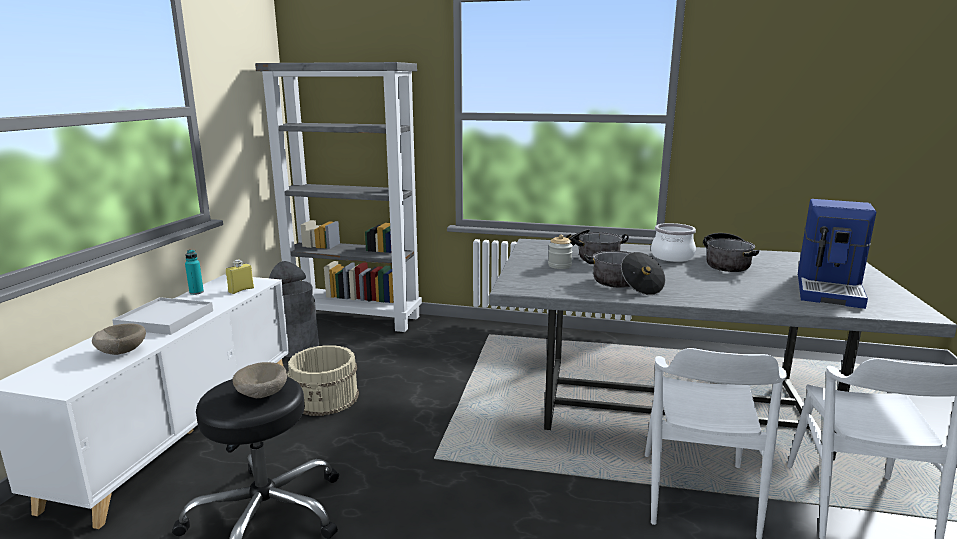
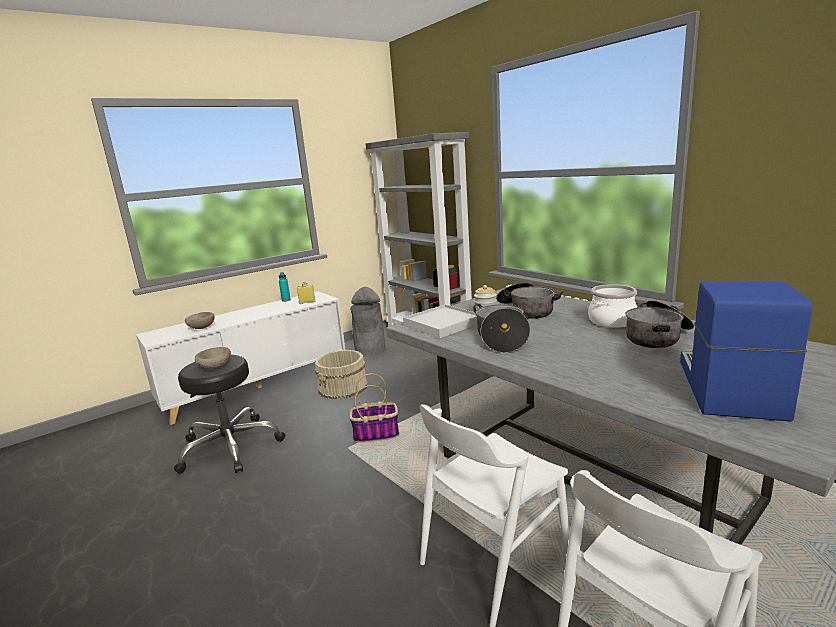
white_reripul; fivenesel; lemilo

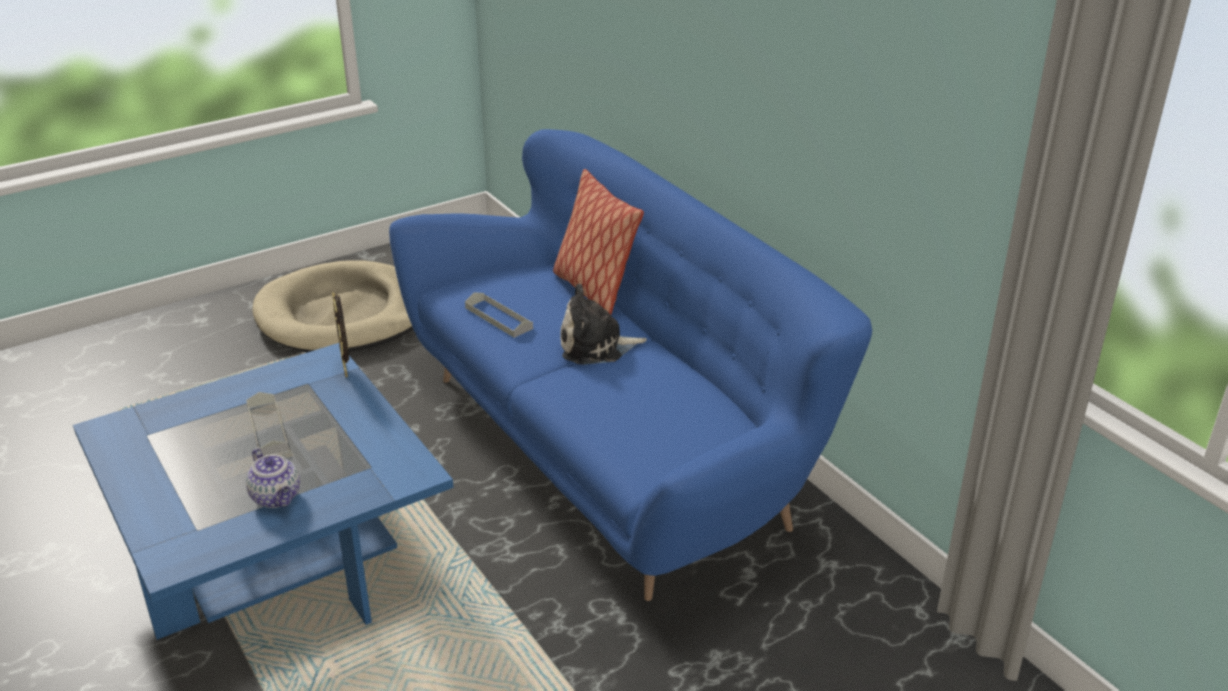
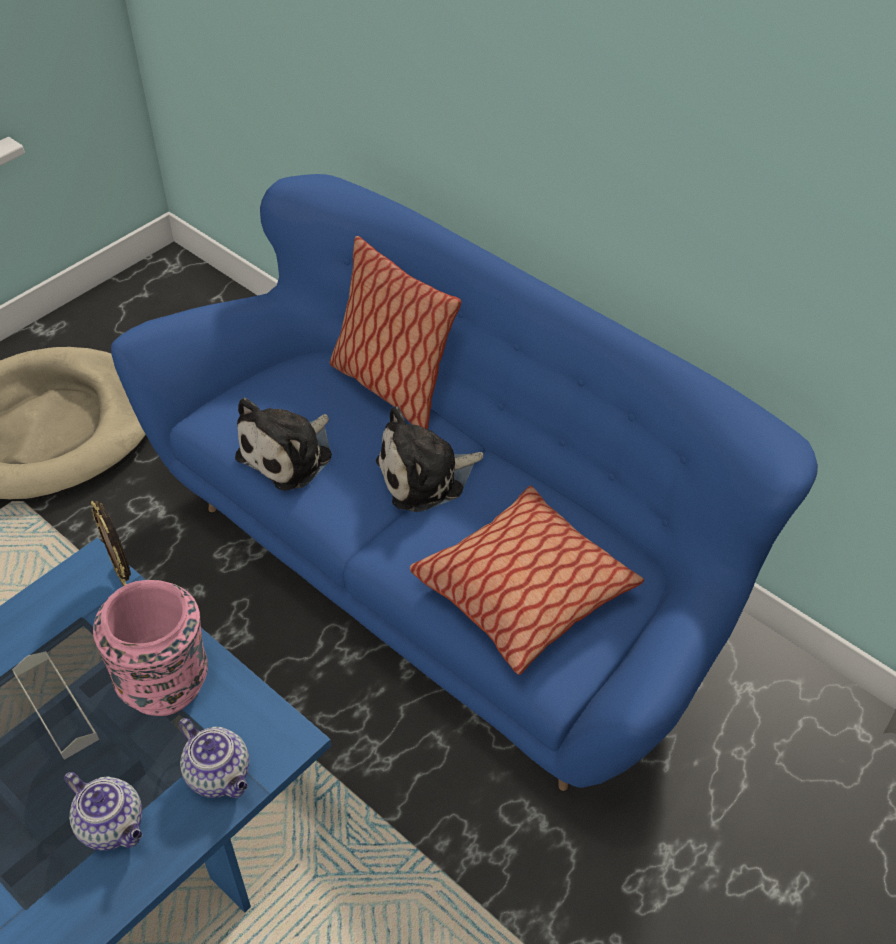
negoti (1st from left); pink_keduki; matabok (2nd from left); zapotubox (2nd from left)

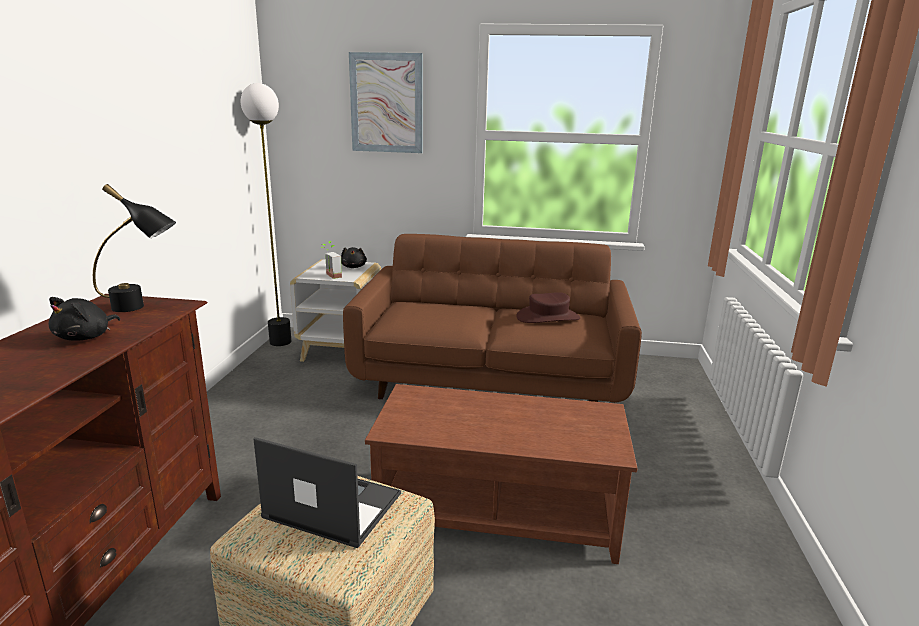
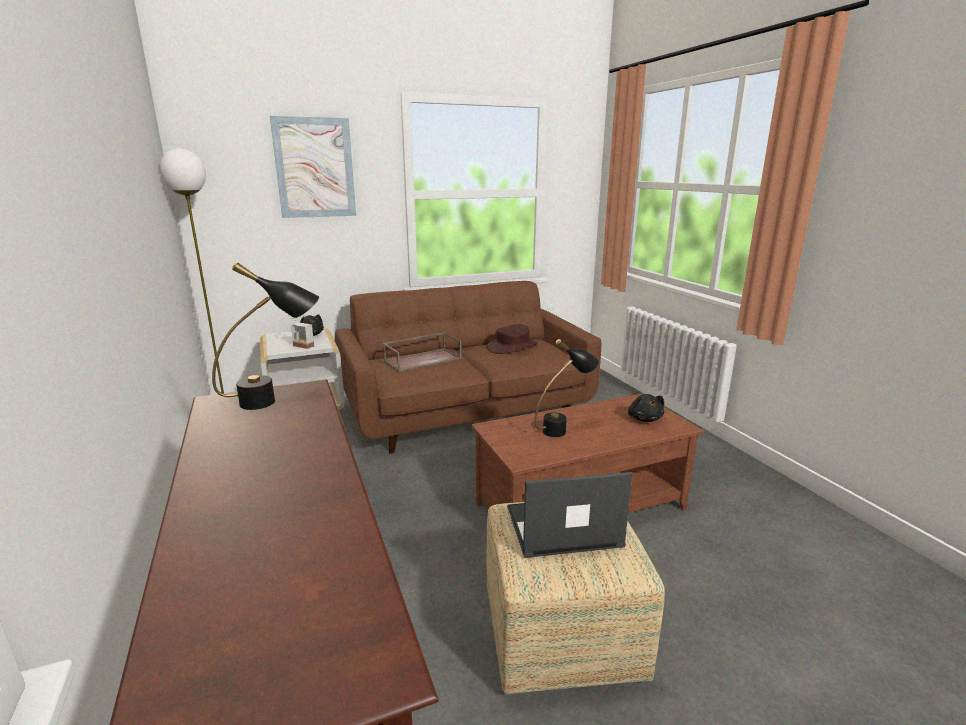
black_negoti (2nd from left); brown_reripul; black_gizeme (2nd from left)

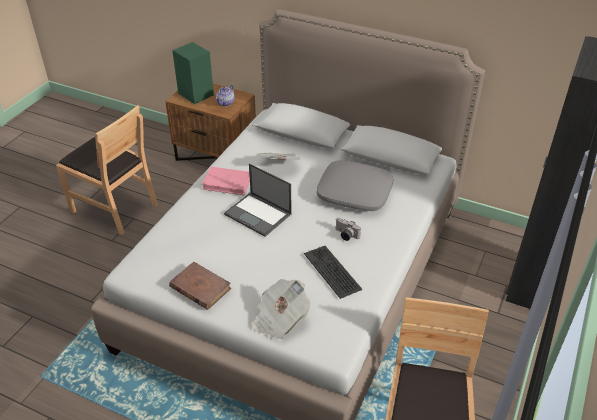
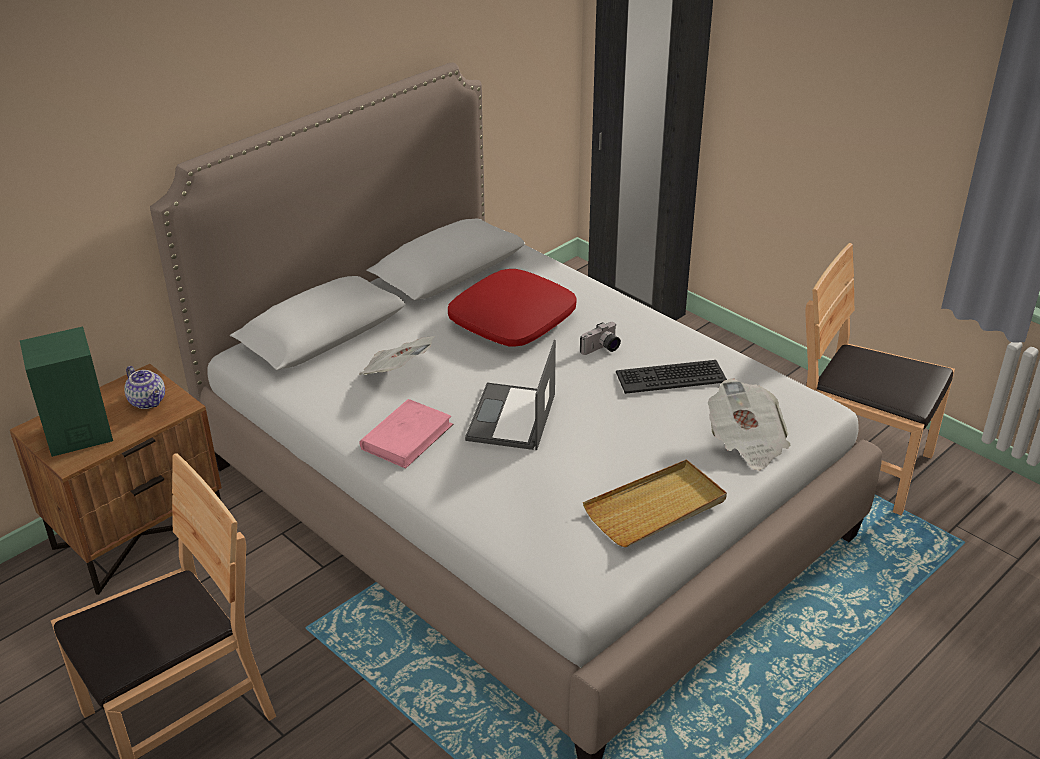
beige_reripul; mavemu; red_zapotubox

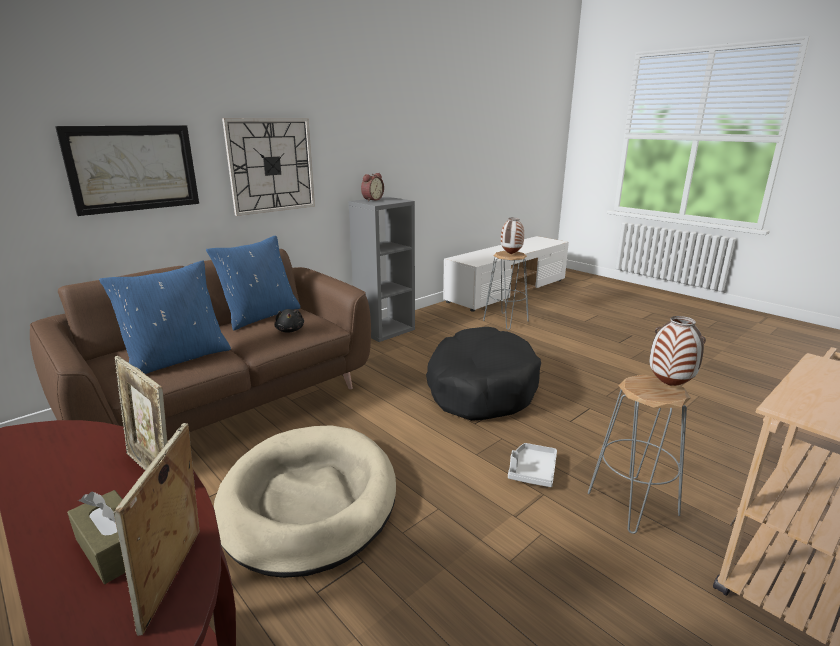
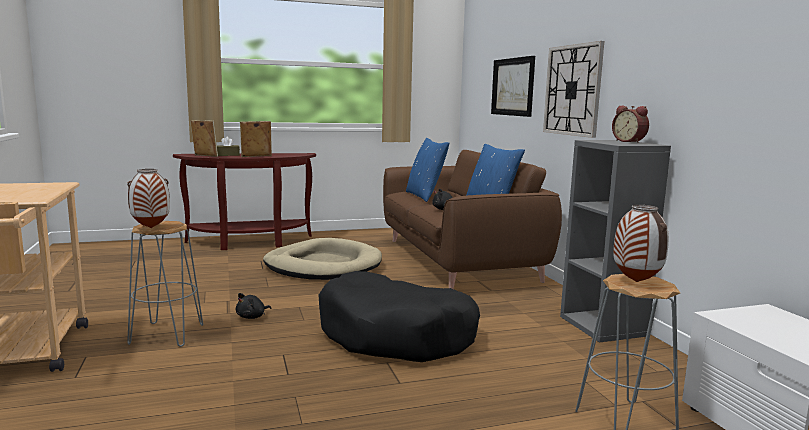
black_negoti (1st from left)

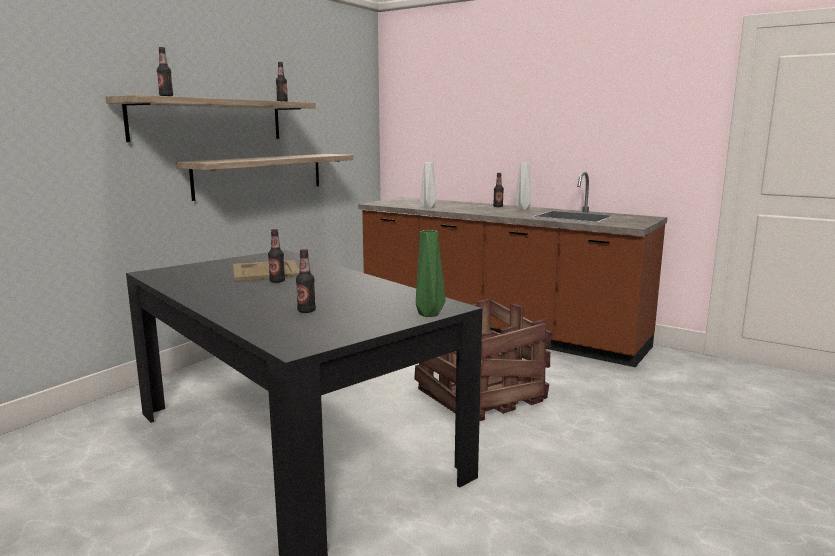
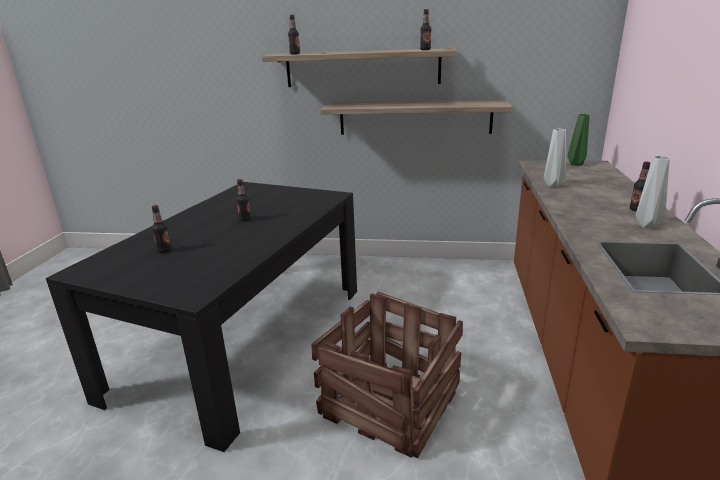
beige_reripul; green_keduki

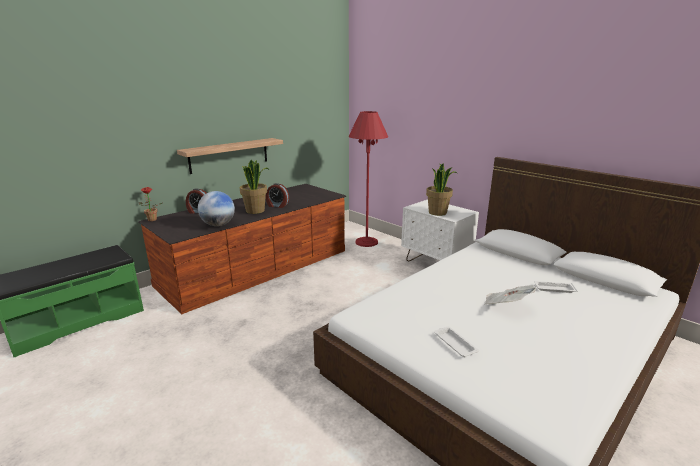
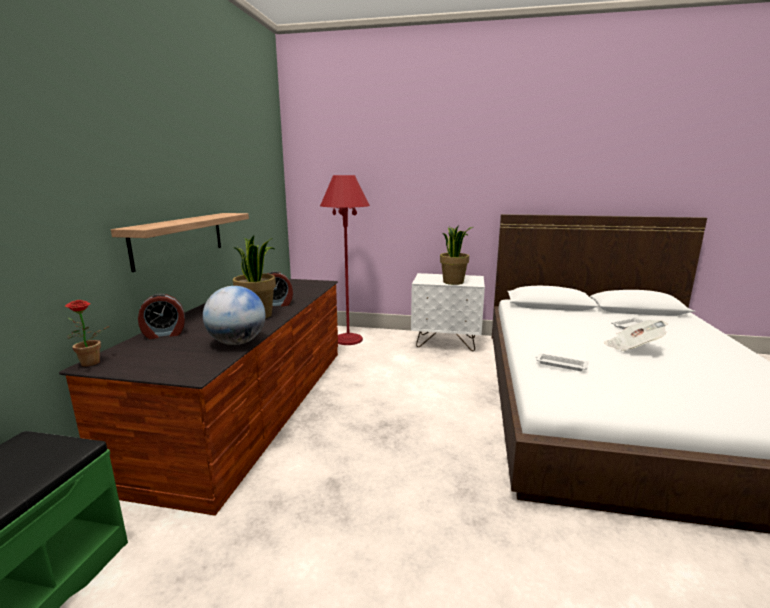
white_reripul (1st from left)

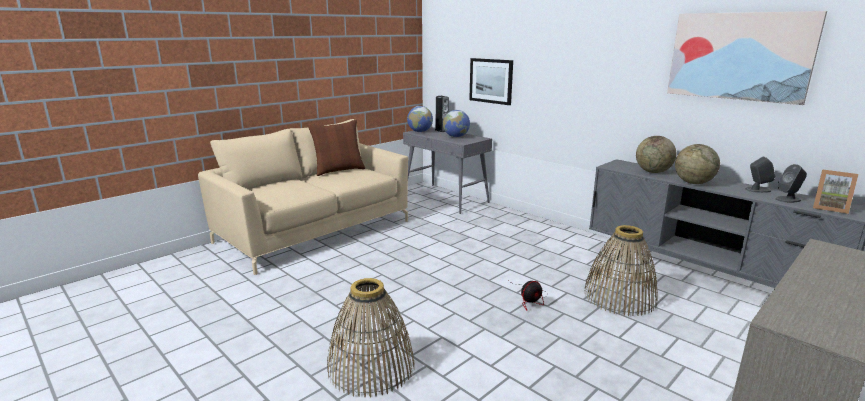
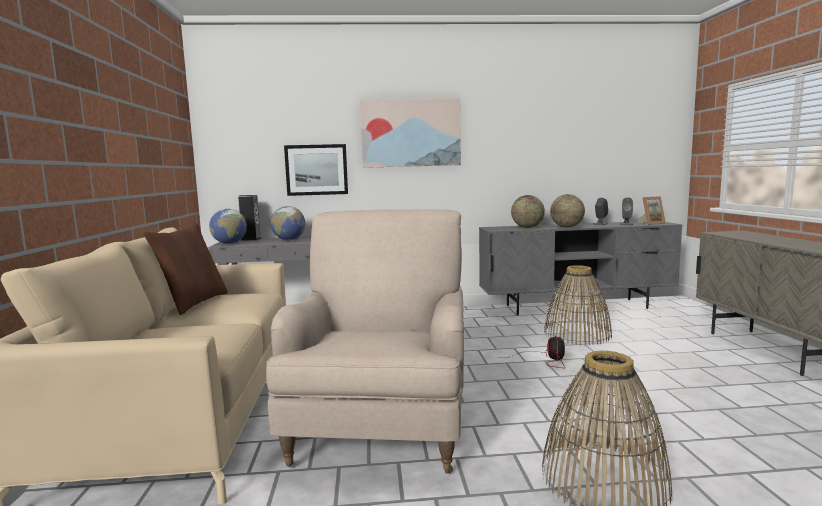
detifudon (2nd from left); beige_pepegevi

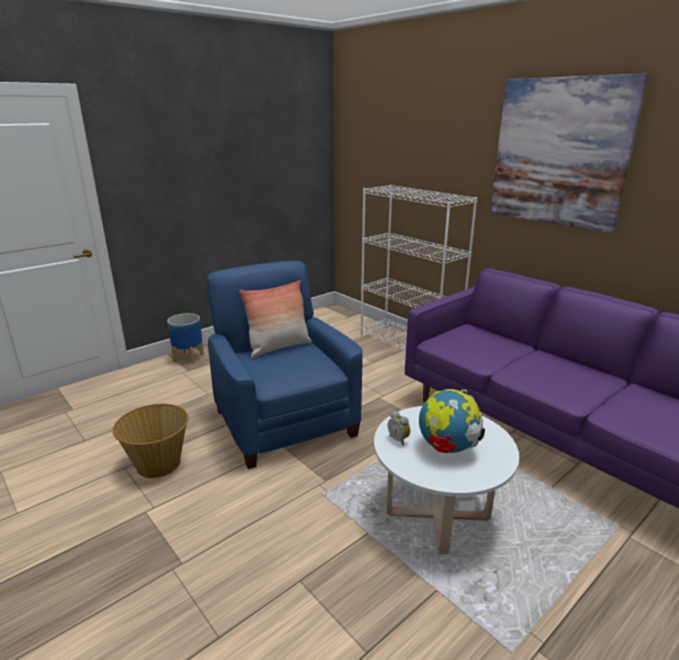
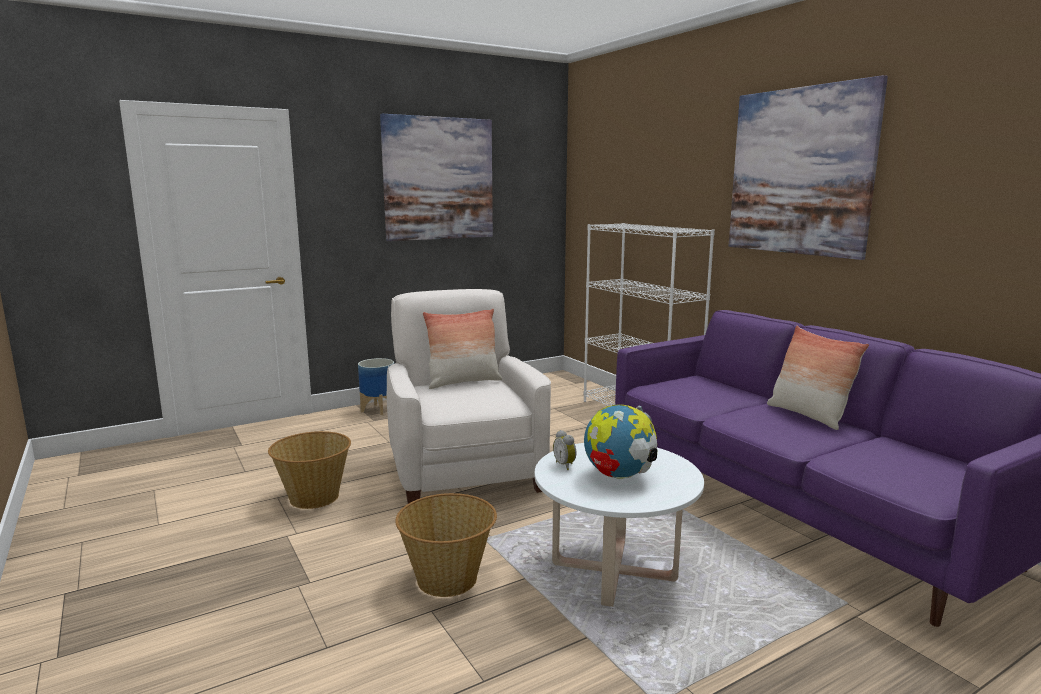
white_pepegevi; detifudon (1st from left); lemilo (2nd from left); zapotubox (2nd from left)

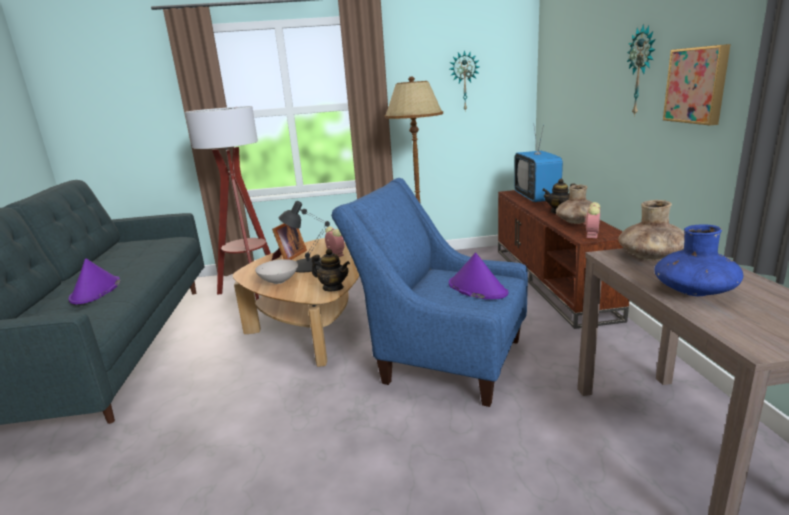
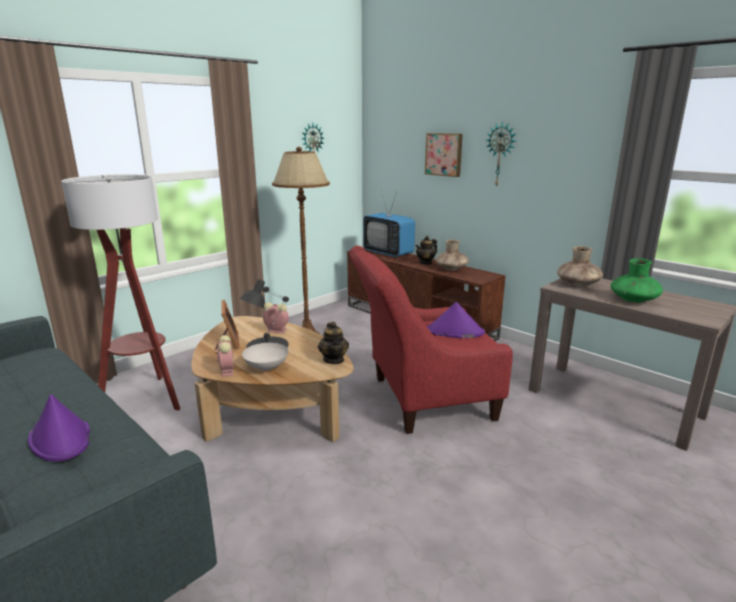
matabok (1st from left); red_pepegevi; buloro (1st from left); green_keduki; detifudon

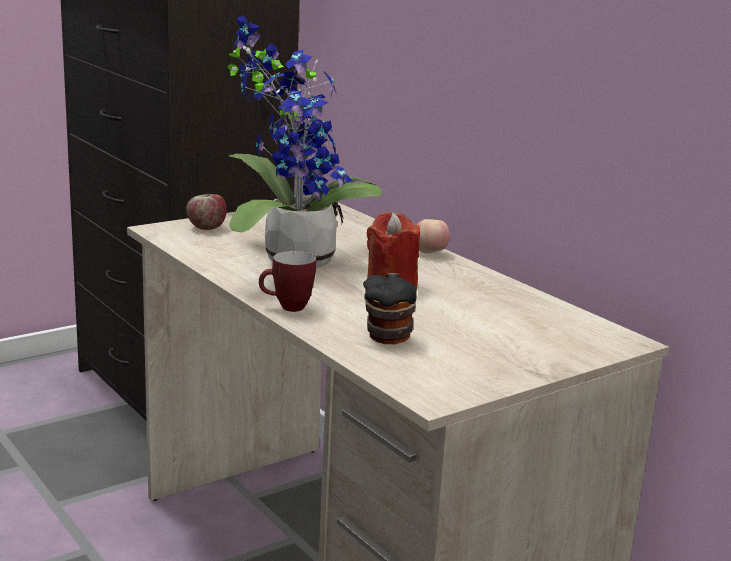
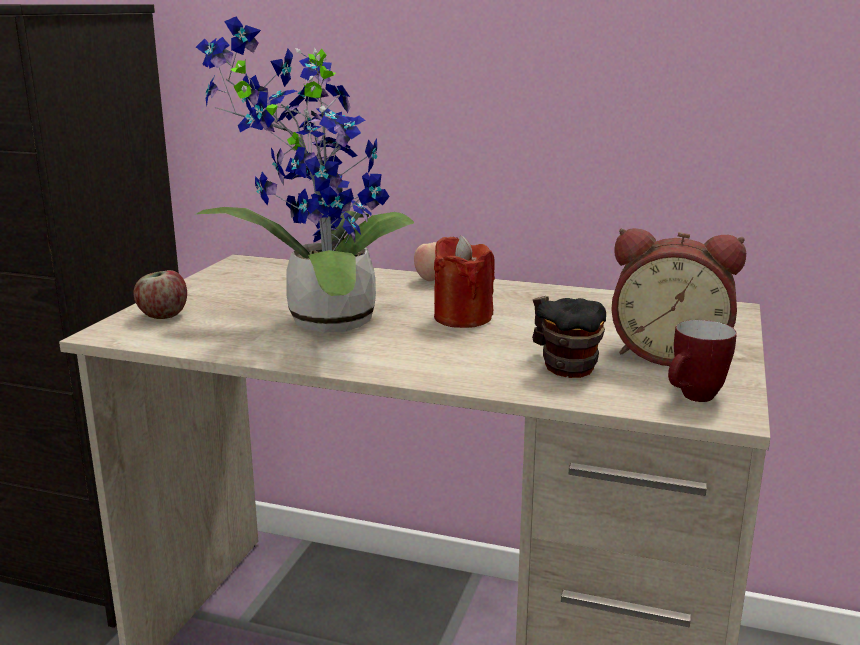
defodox (2nd from left); buloro

